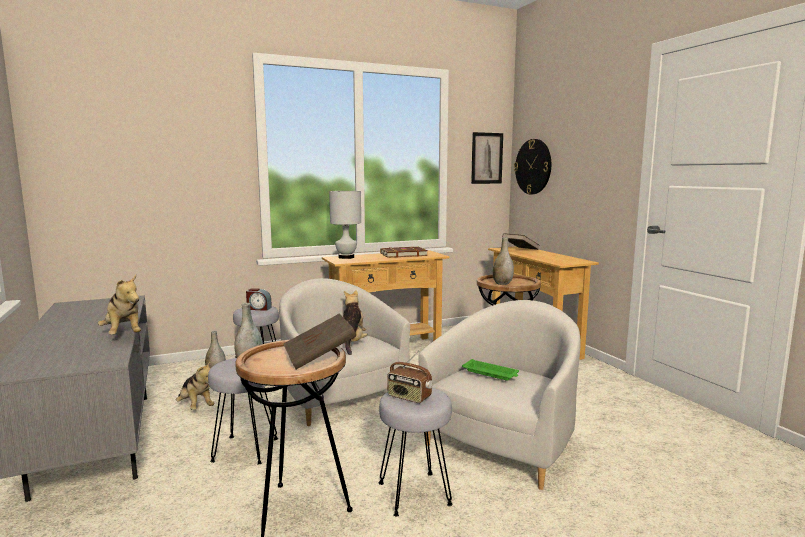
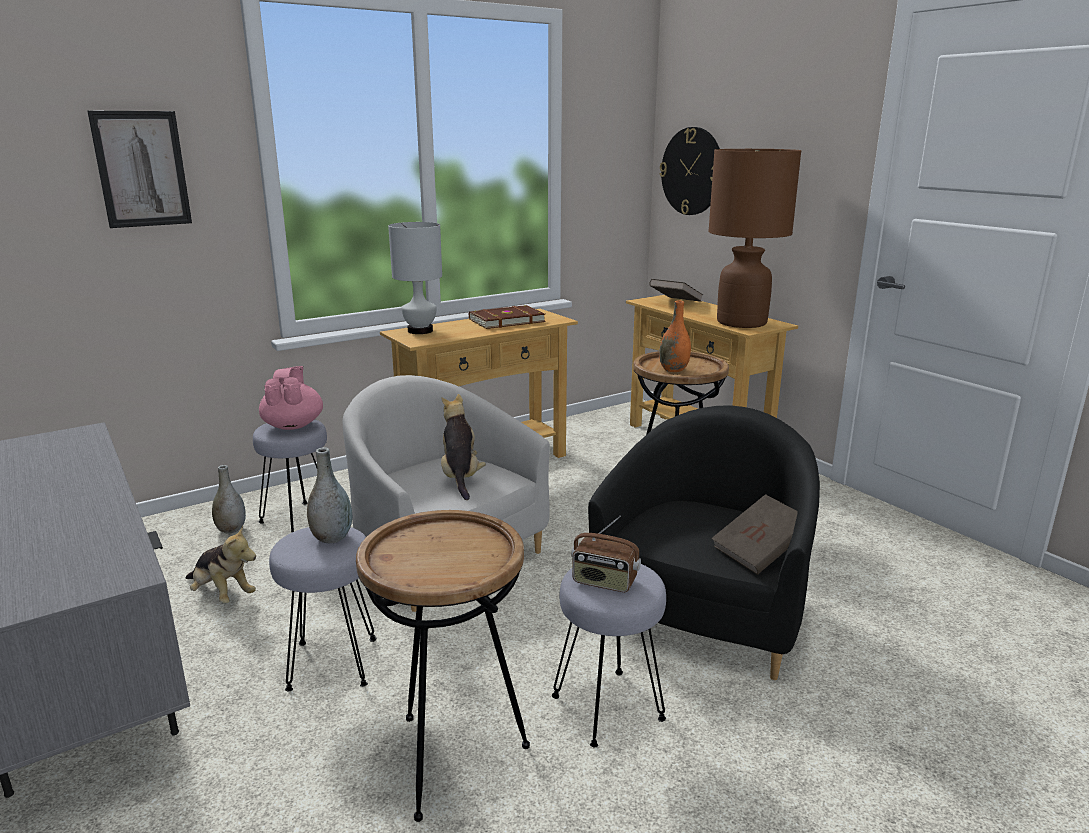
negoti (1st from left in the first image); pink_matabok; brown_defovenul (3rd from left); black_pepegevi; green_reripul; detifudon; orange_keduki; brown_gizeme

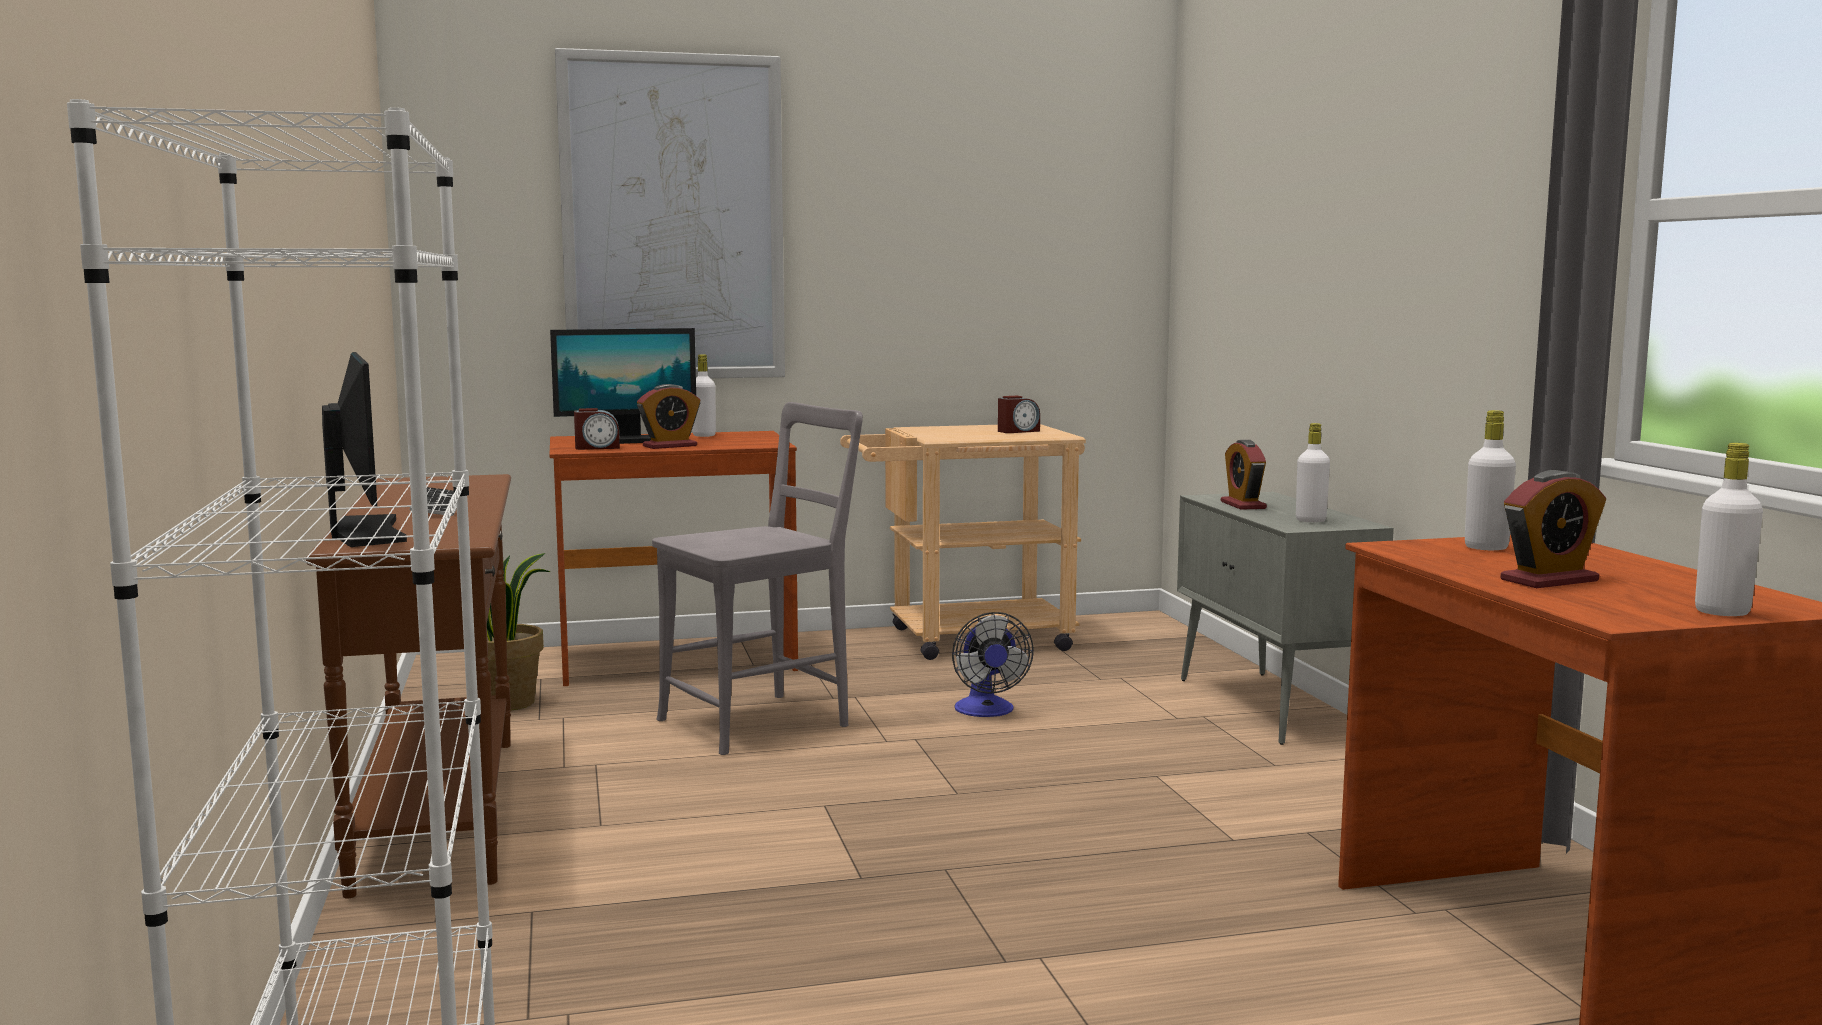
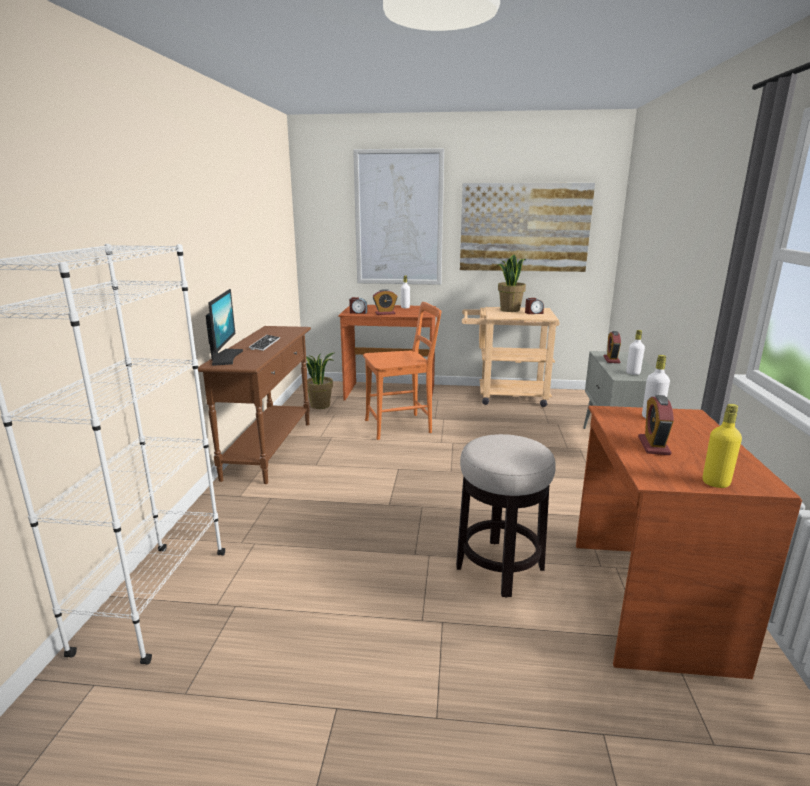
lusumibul (2nd from left in the first image); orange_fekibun; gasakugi; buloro (5th from left); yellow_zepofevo; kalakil; detifudon (2nd from left); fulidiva (2nd from left)

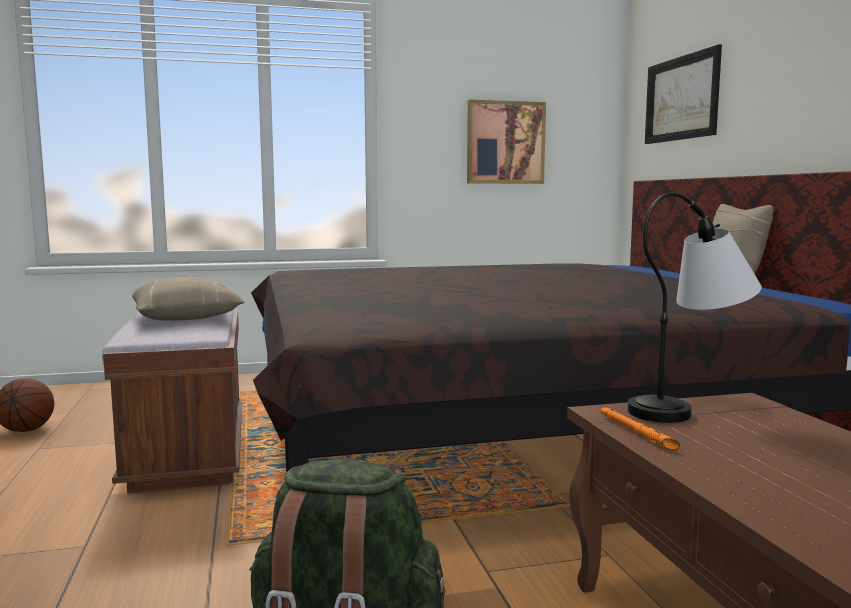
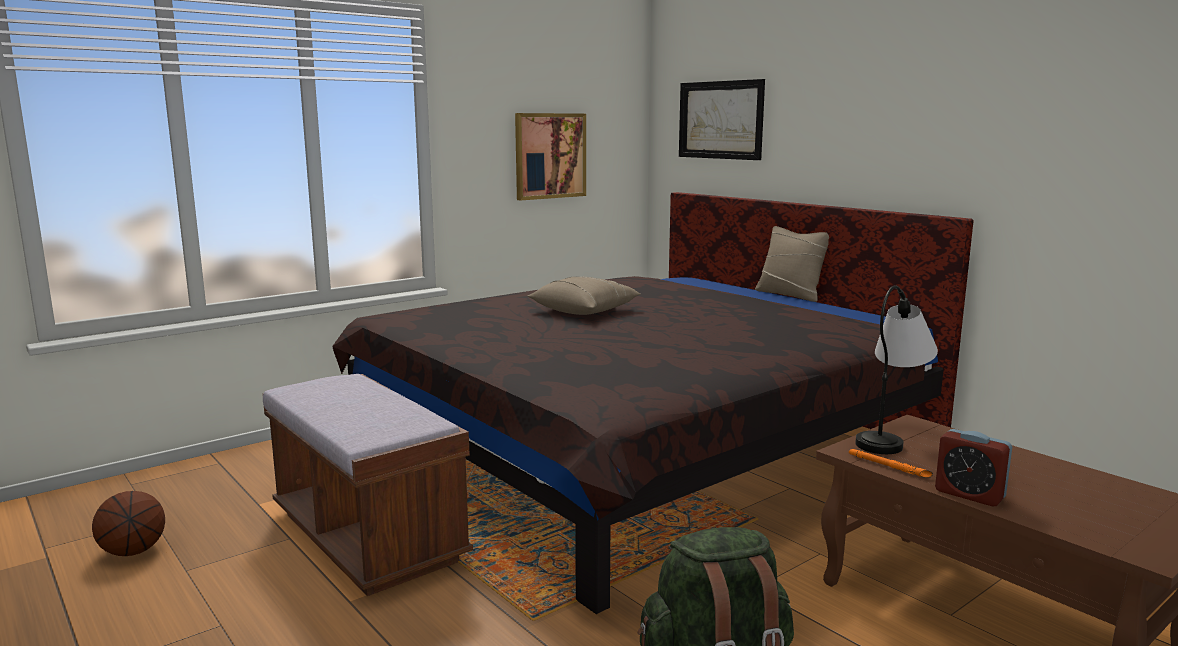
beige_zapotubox (1st from left); buloro

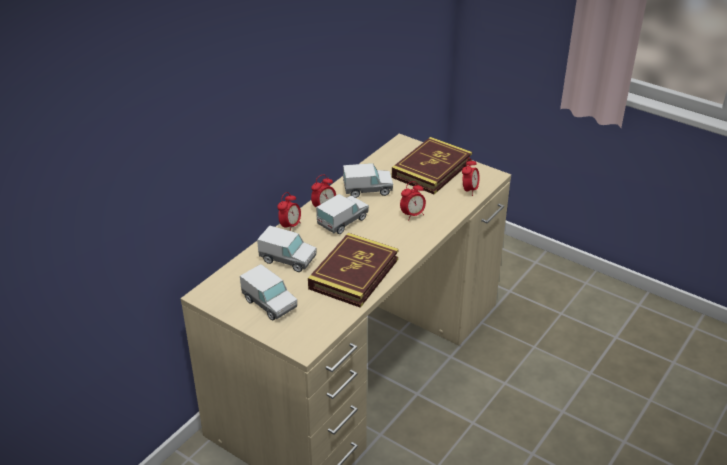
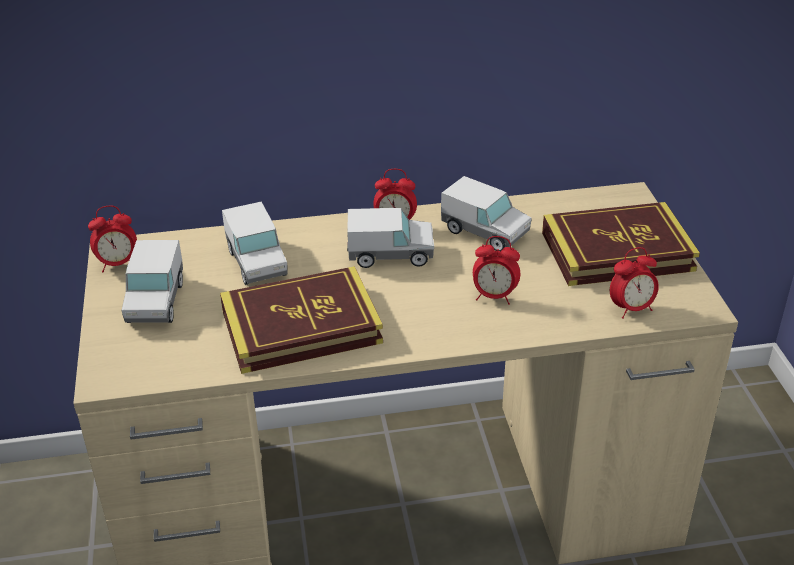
buloro (1st from left)

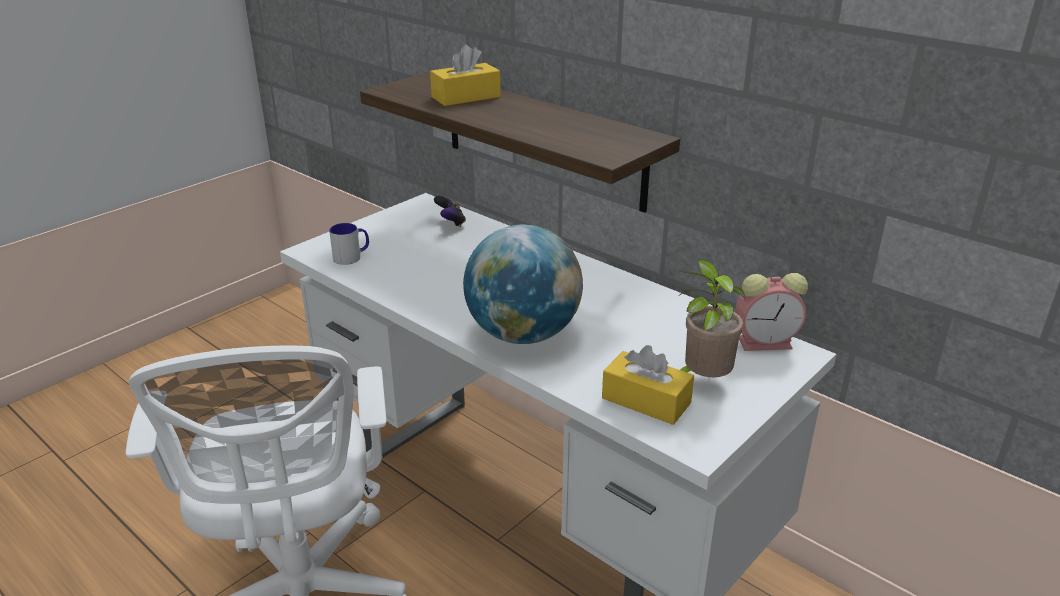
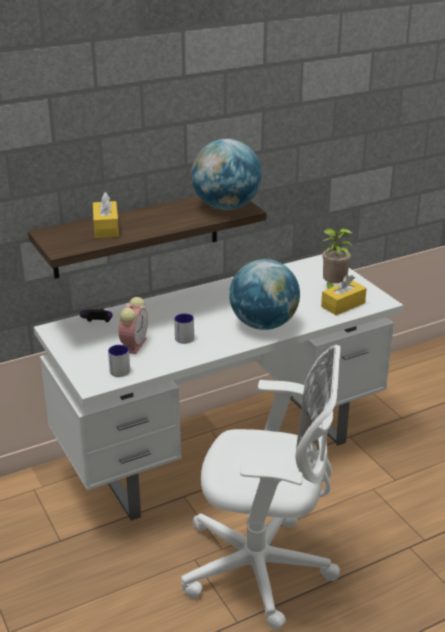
buloro; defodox (2nd from left); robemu (1st from left)

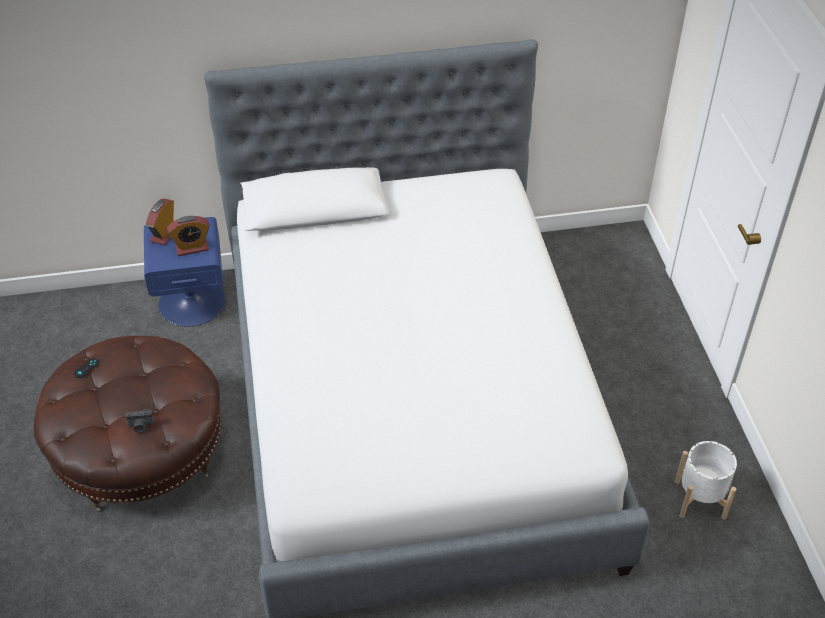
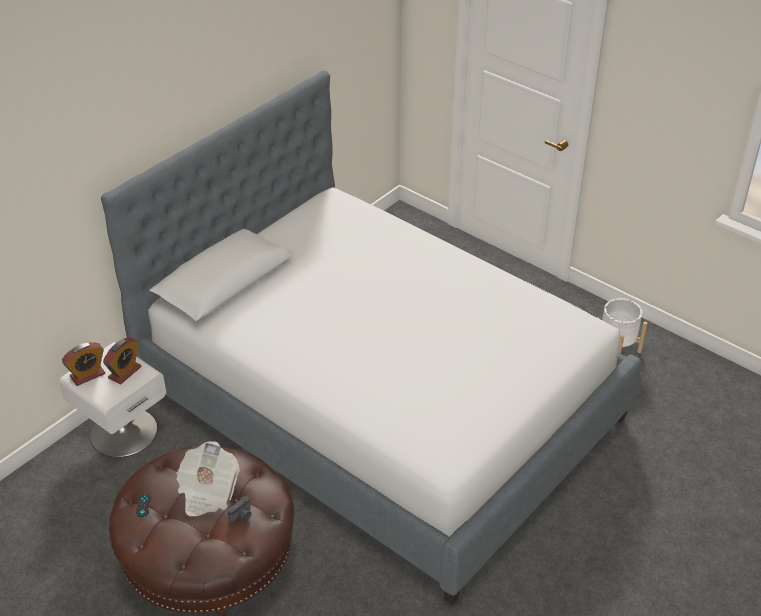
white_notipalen; buloro (1st from left); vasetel

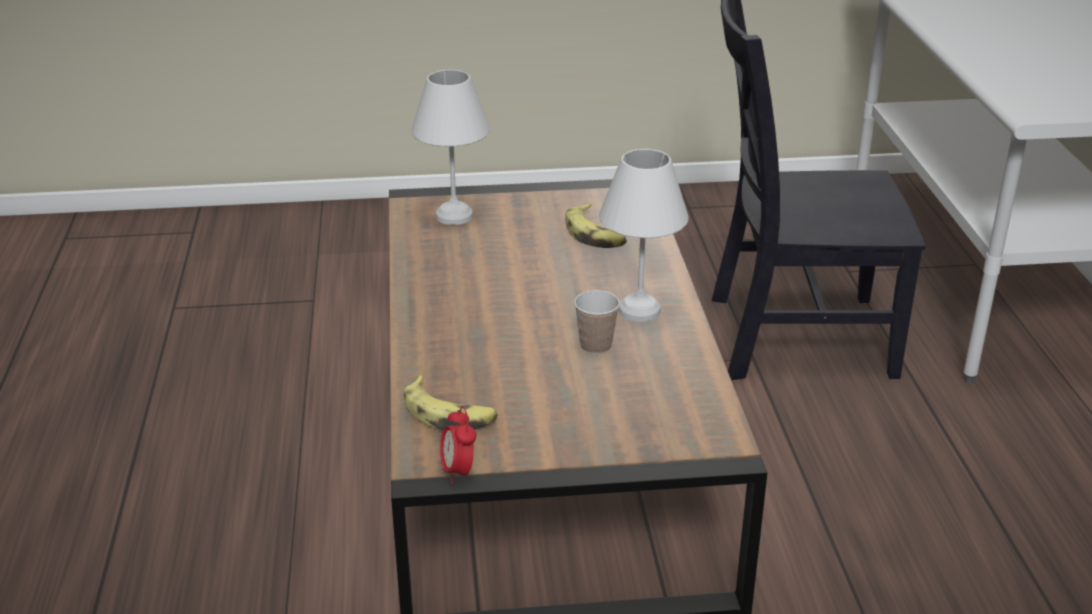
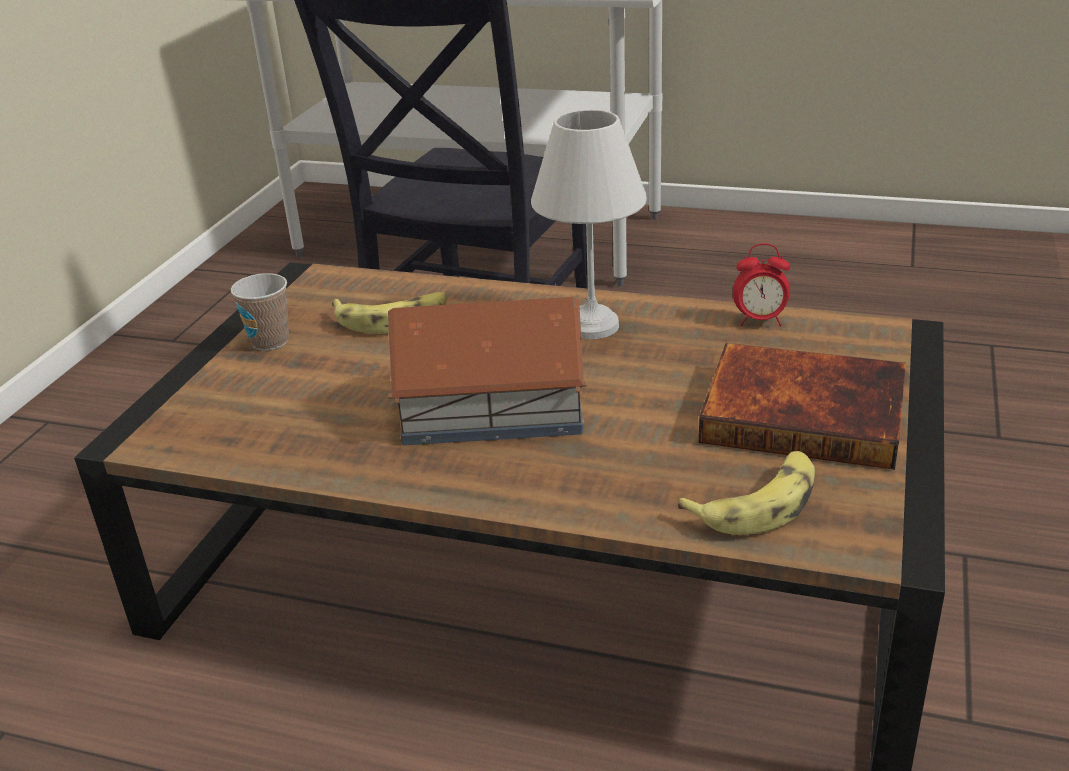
white_gizeme (1st from left in the first image); buloro; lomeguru; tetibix; defovenul

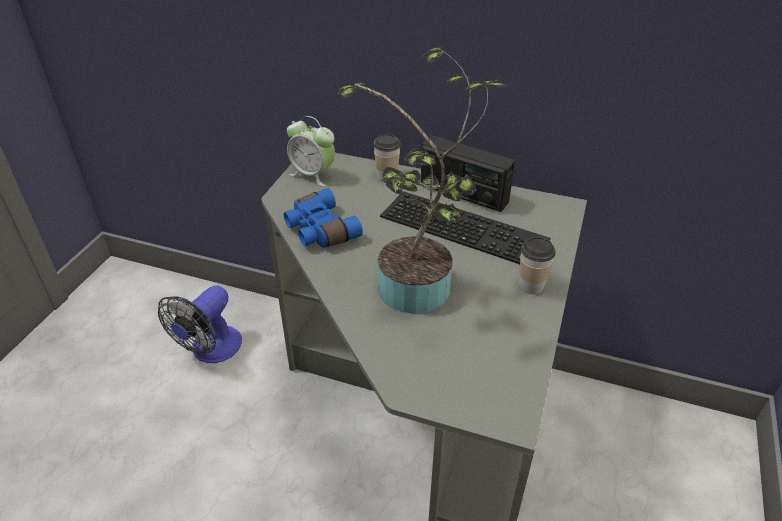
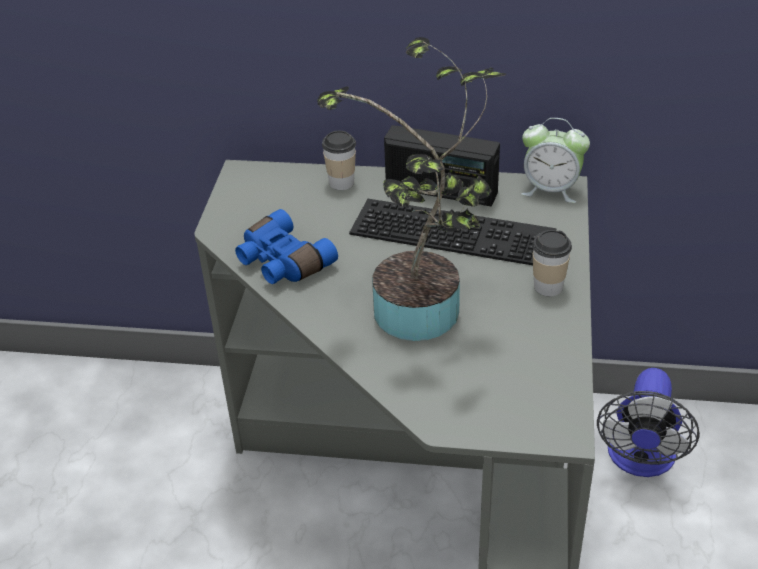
gasakugi; buloro

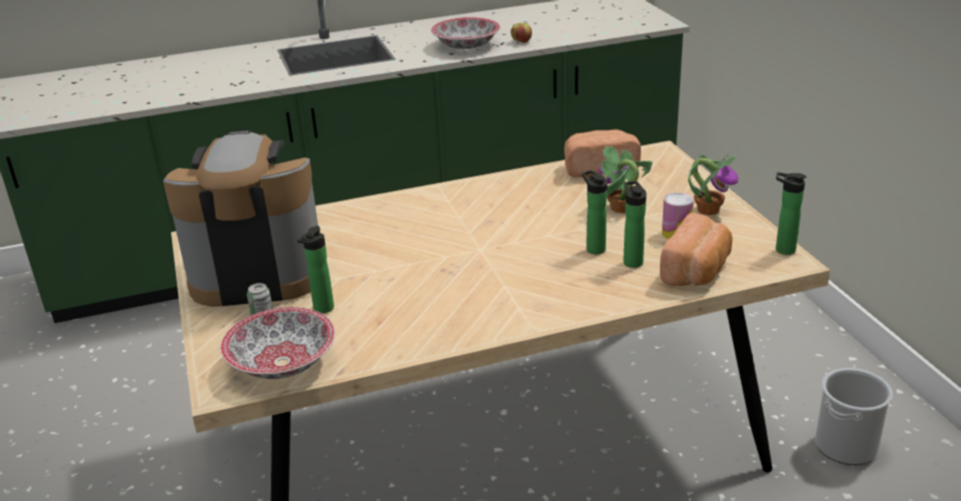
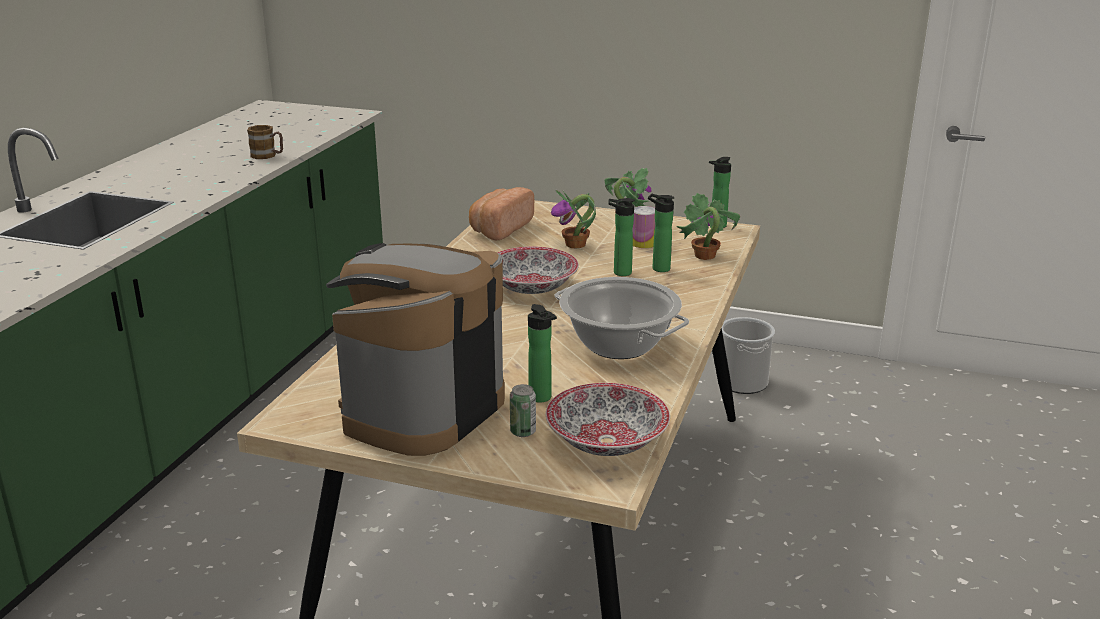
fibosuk (1st from left); defodox; fulidiva (3rd from left); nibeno

